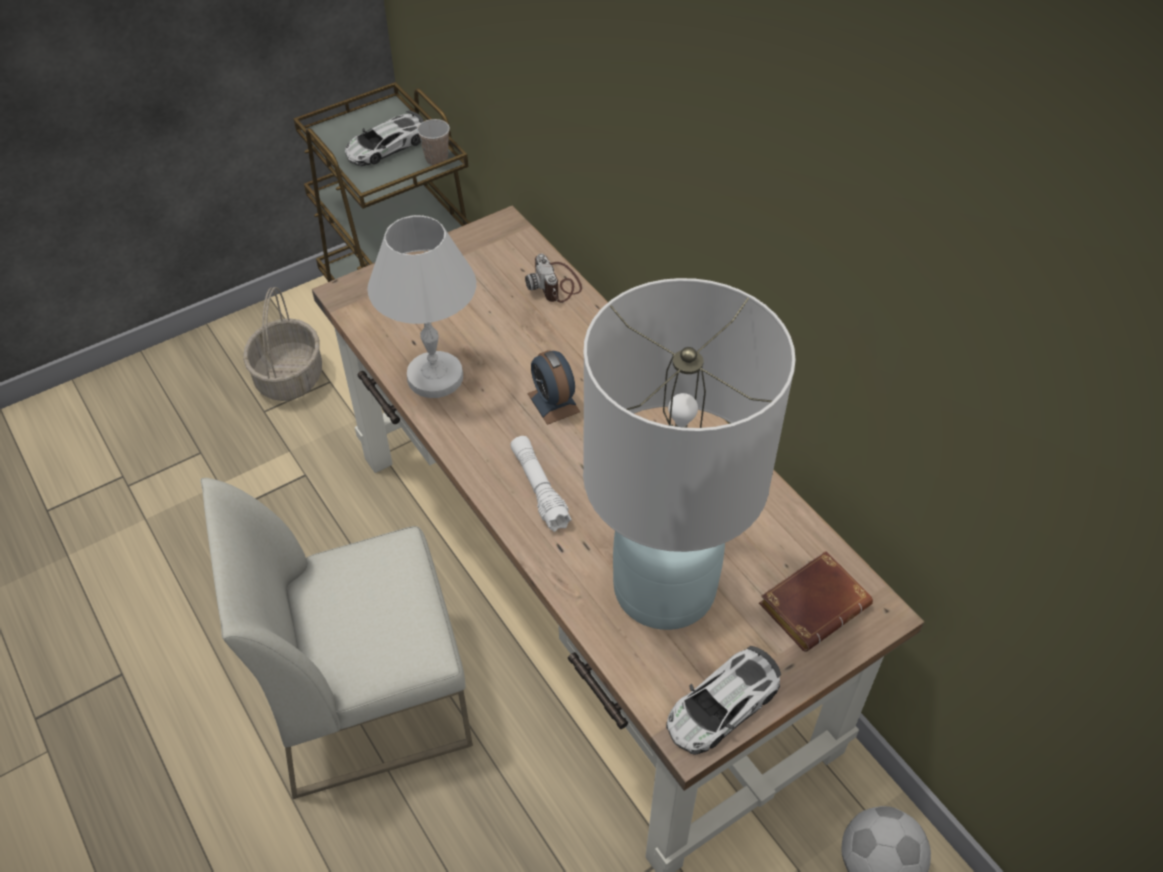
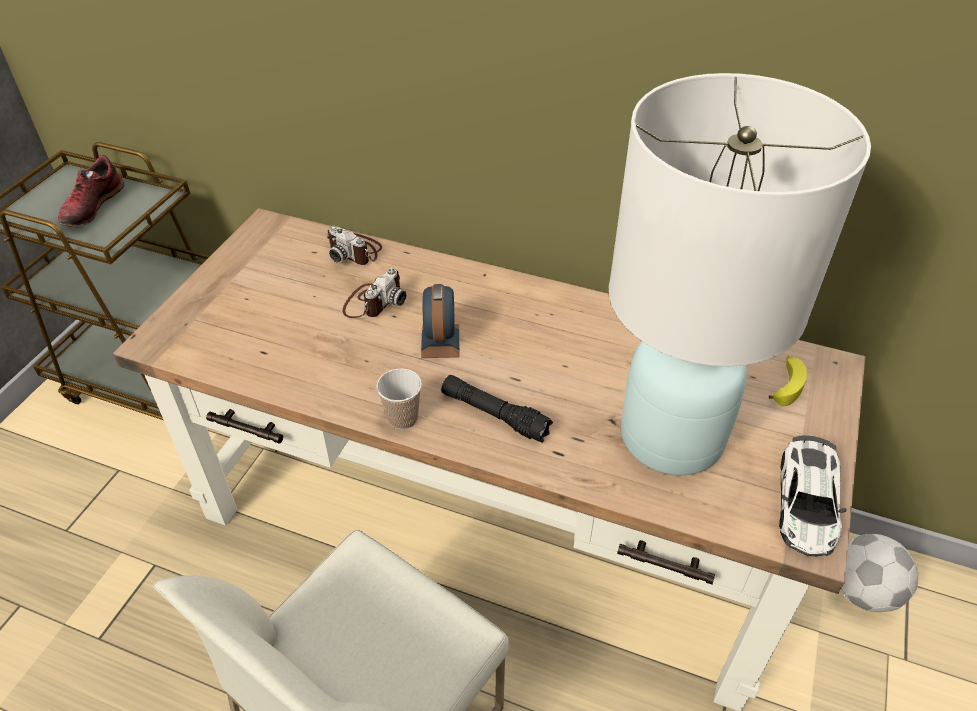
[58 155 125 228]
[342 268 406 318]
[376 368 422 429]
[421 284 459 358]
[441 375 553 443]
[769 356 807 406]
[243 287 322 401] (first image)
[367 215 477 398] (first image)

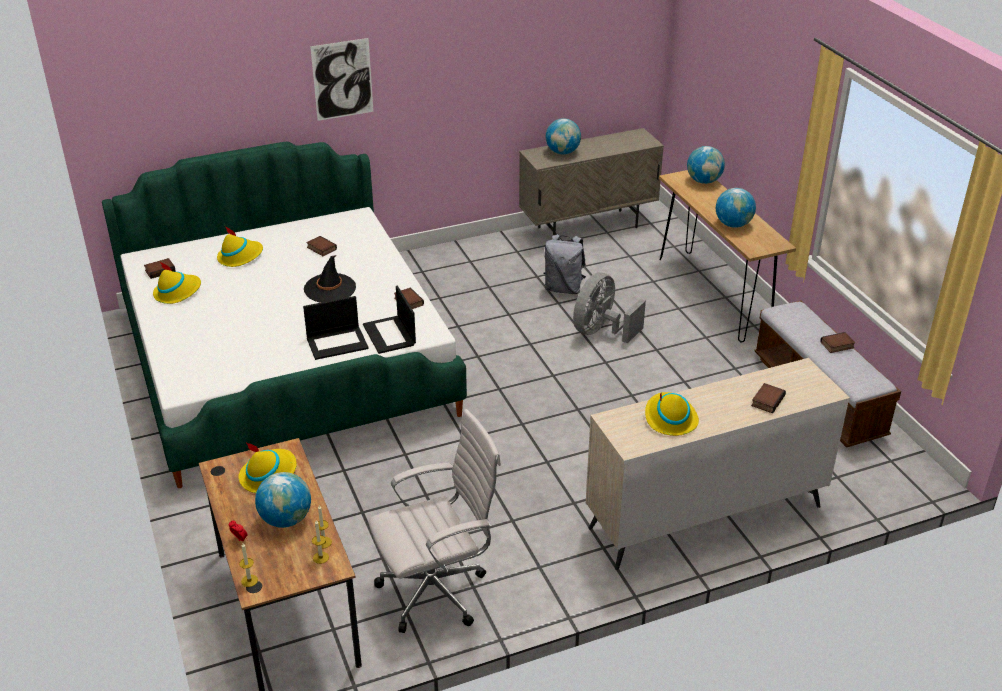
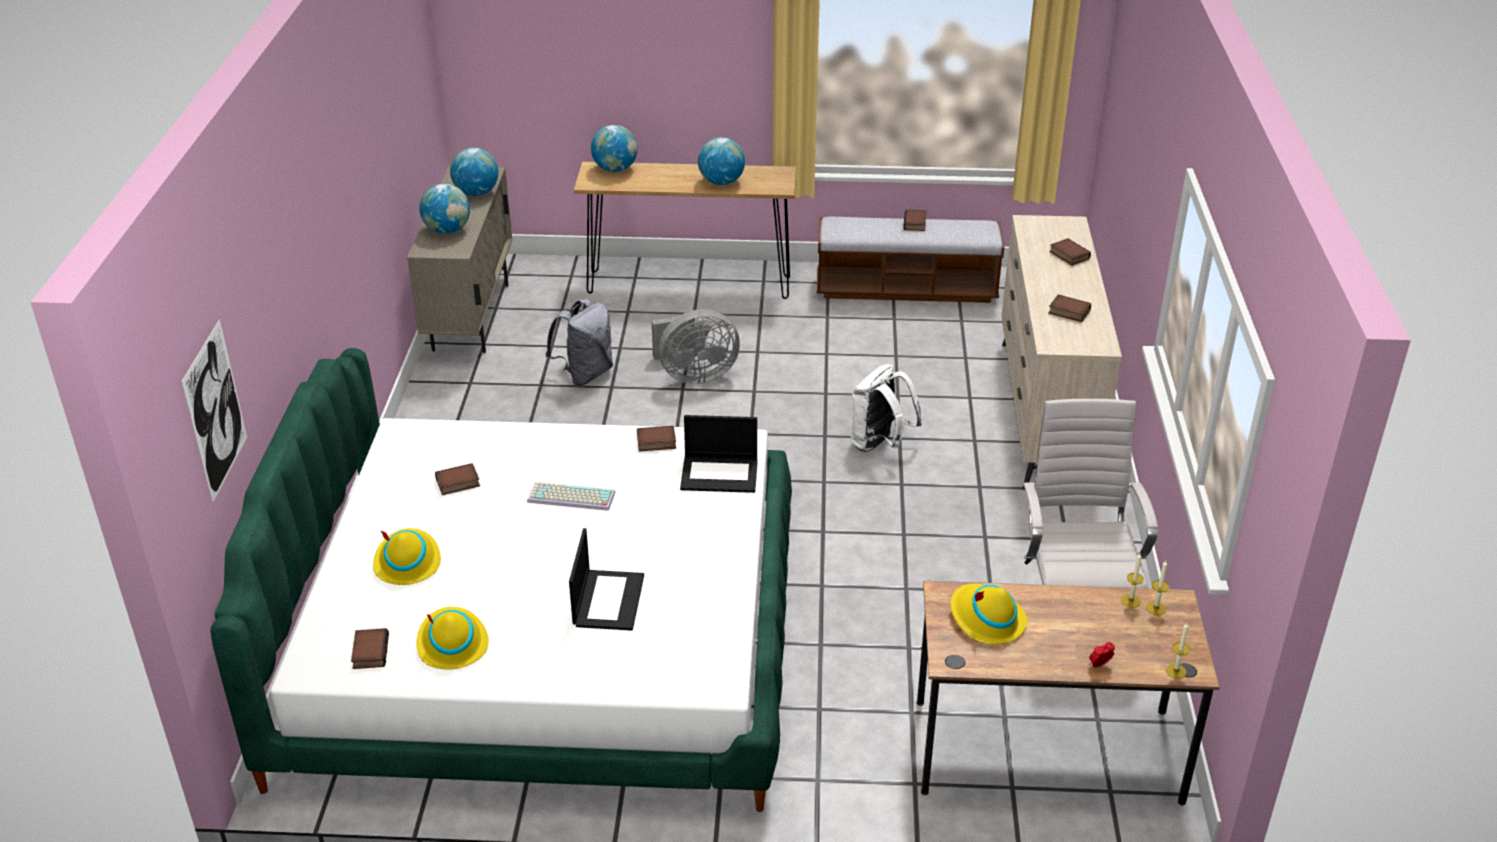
[181 319 247 503]
[450 148 499 196]
[527 482 615 511]
[569 528 644 631]
[651 309 740 384]
[851 364 922 452]
[1048 294 1091 322]

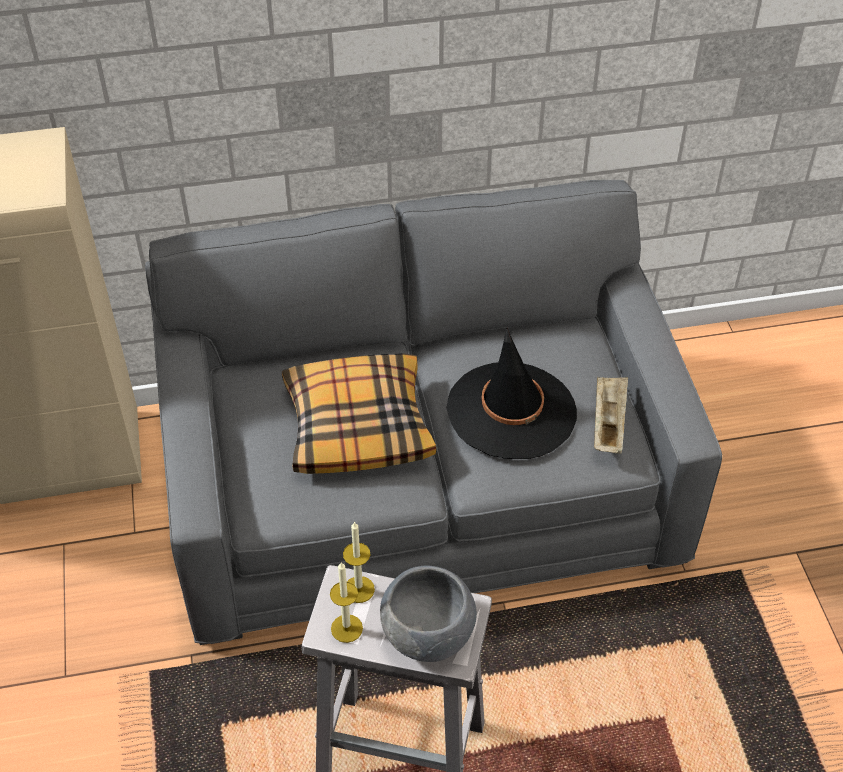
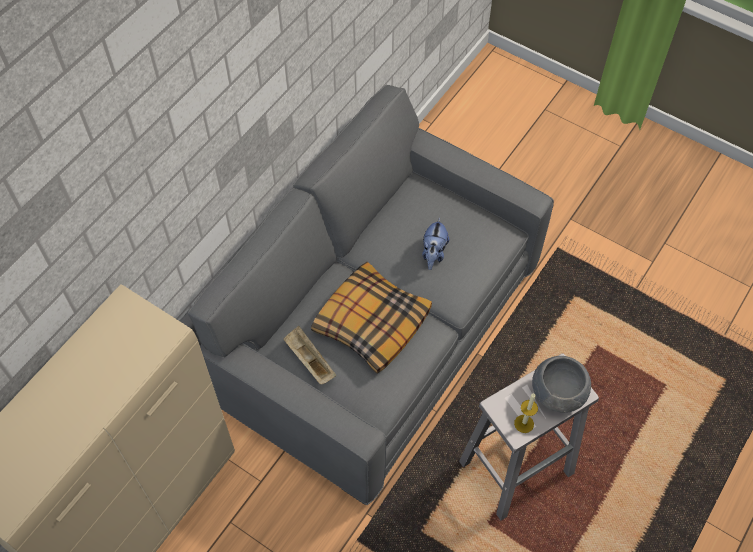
[283 326 337 384]
[422 217 449 270]
[343 521 375 603] (first image)

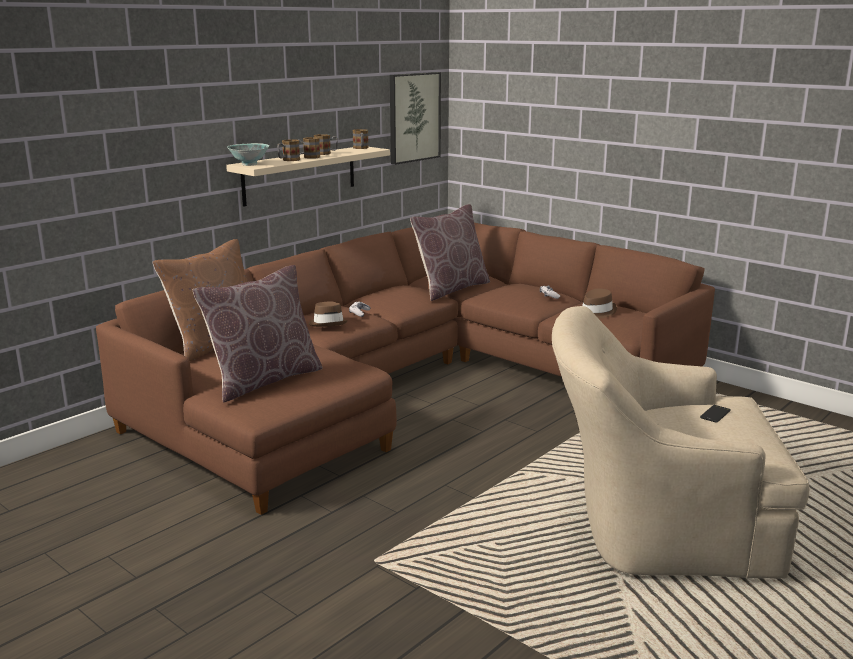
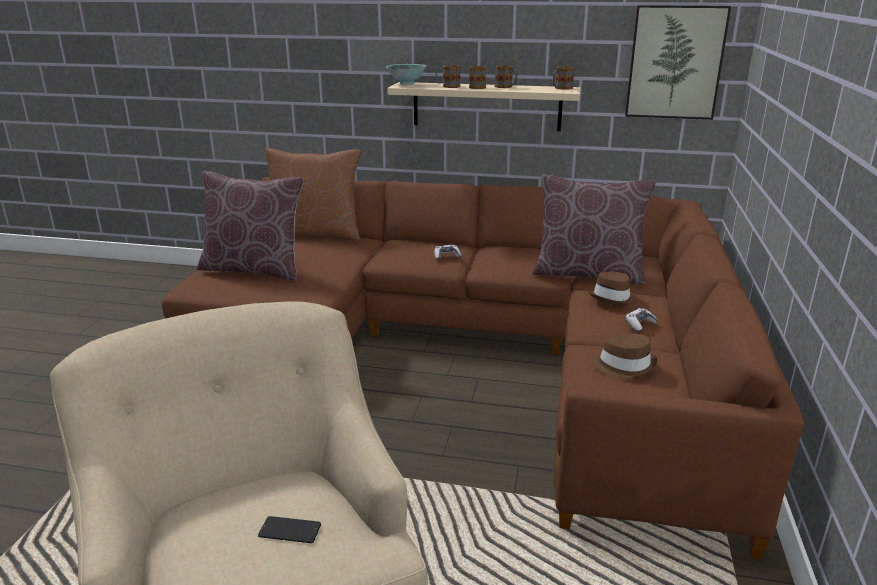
[588 272 636 305]

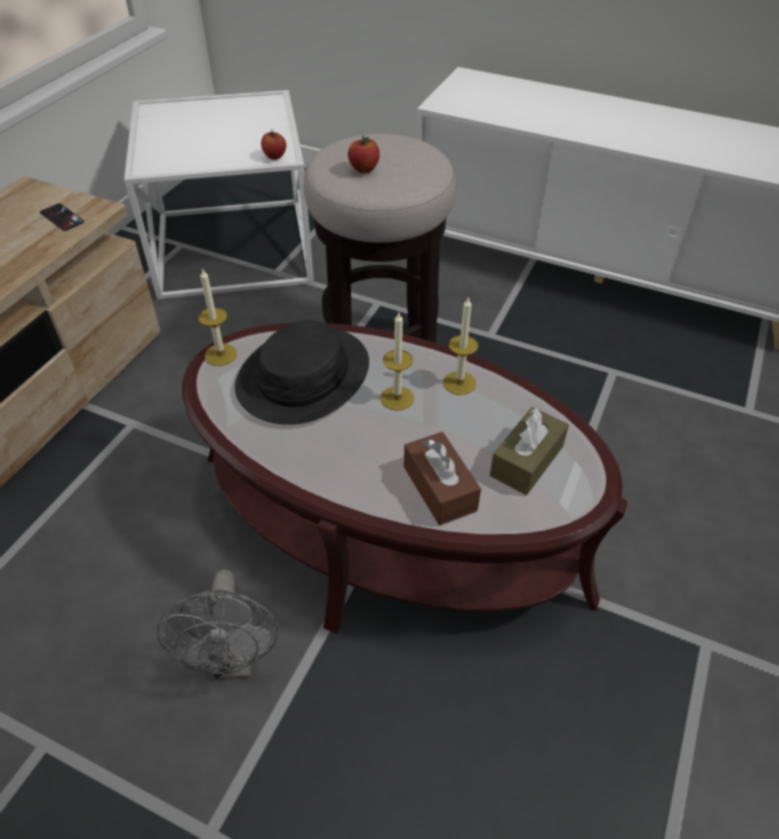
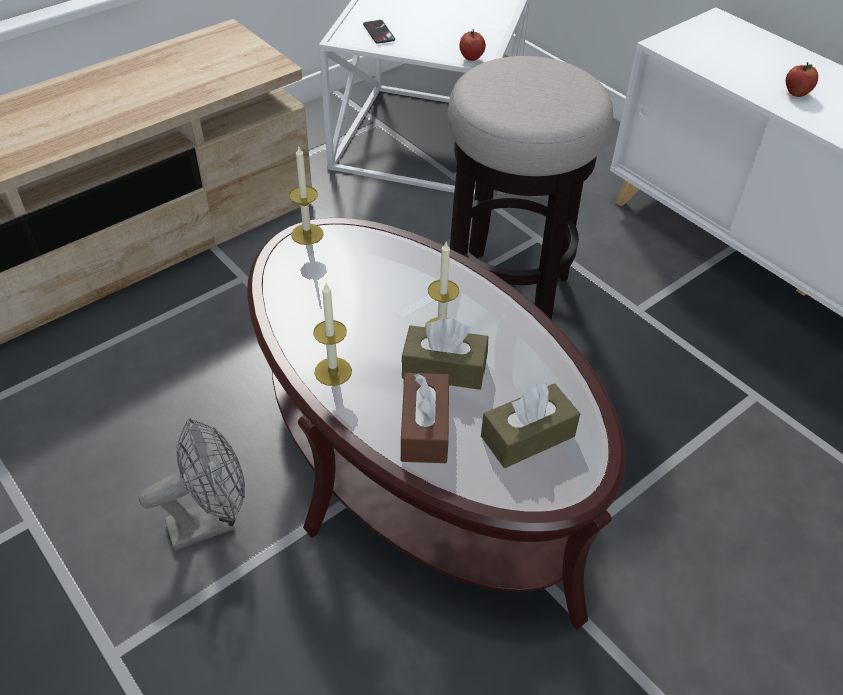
[139 418 245 550]
[313 283 352 386]
[363 20 395 44]
[402 319 488 390]
[786 62 818 97]
[235 320 369 425] (first image)

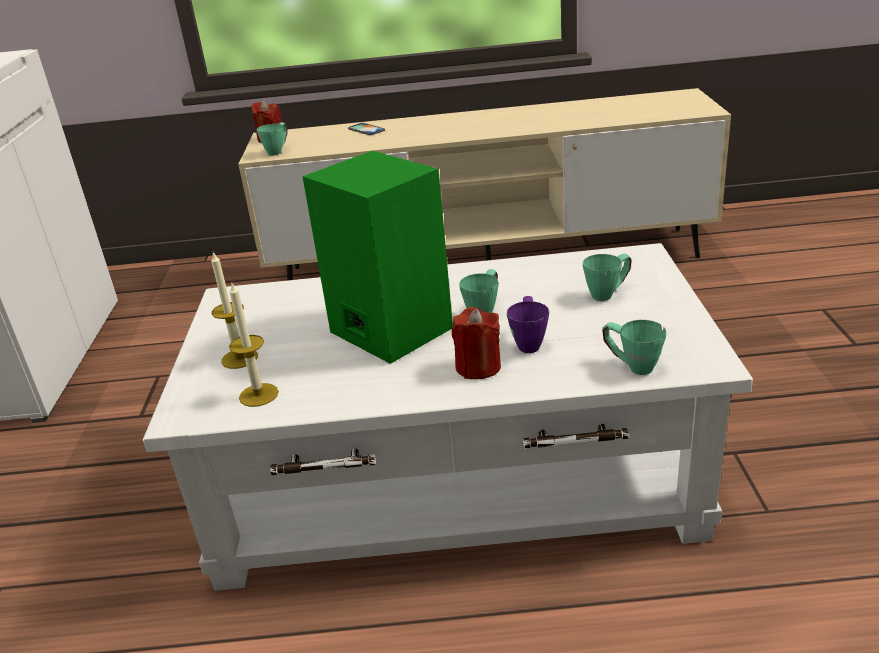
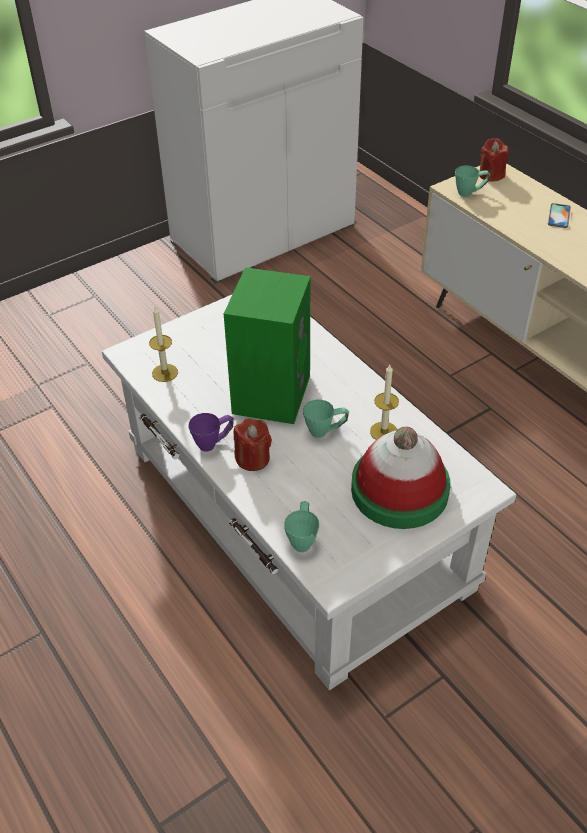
[188 413 234 452]
[351 426 450 529]
[370 365 399 440]

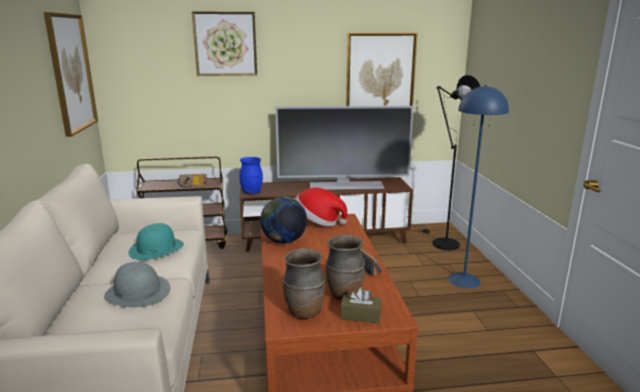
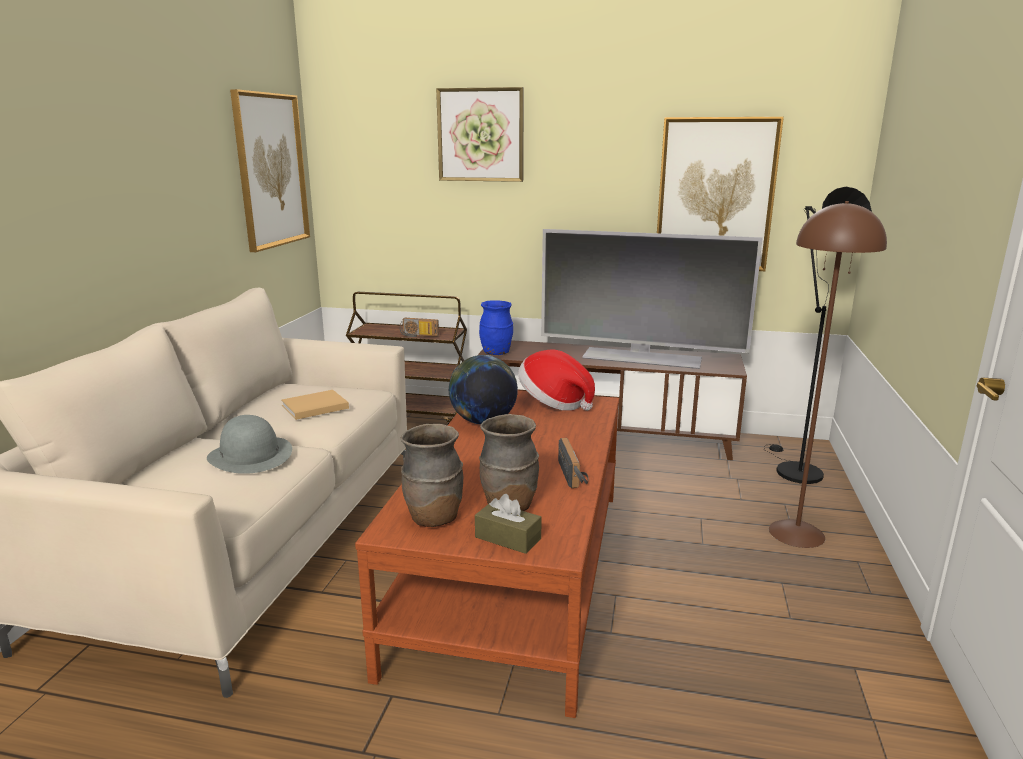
[281 390 349 420]
[769 201 887 548]

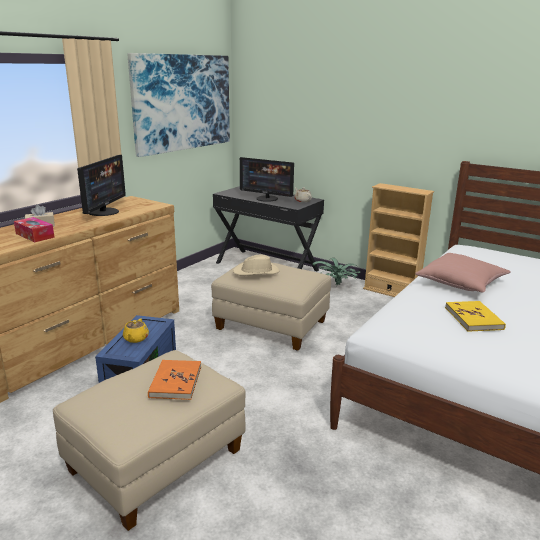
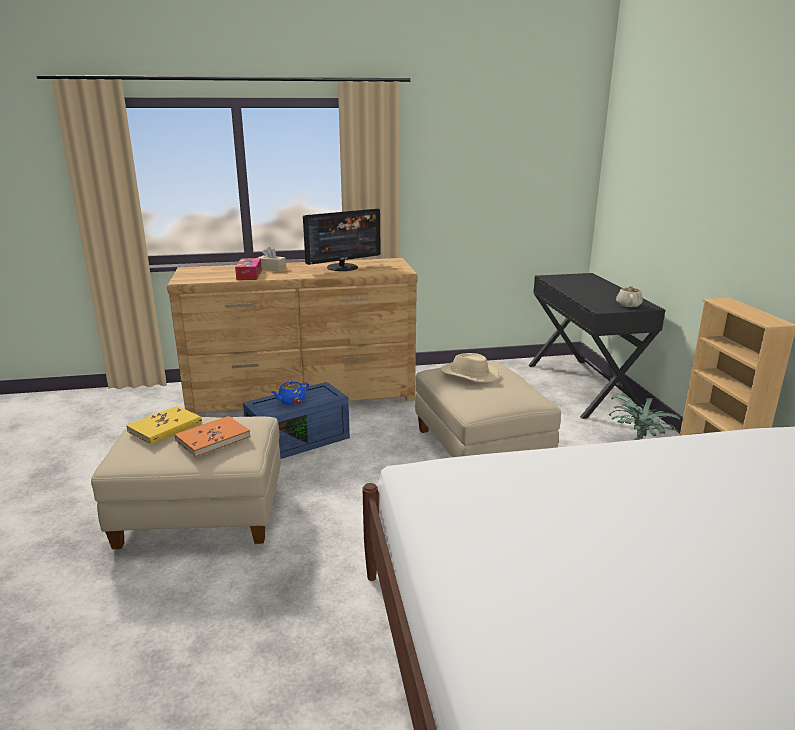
[126 406 202 445]
[271 381 309 405]
[127 53 230 157] (first image)
[240 157 294 202] (first image)
[415 253 510 293] (first image)

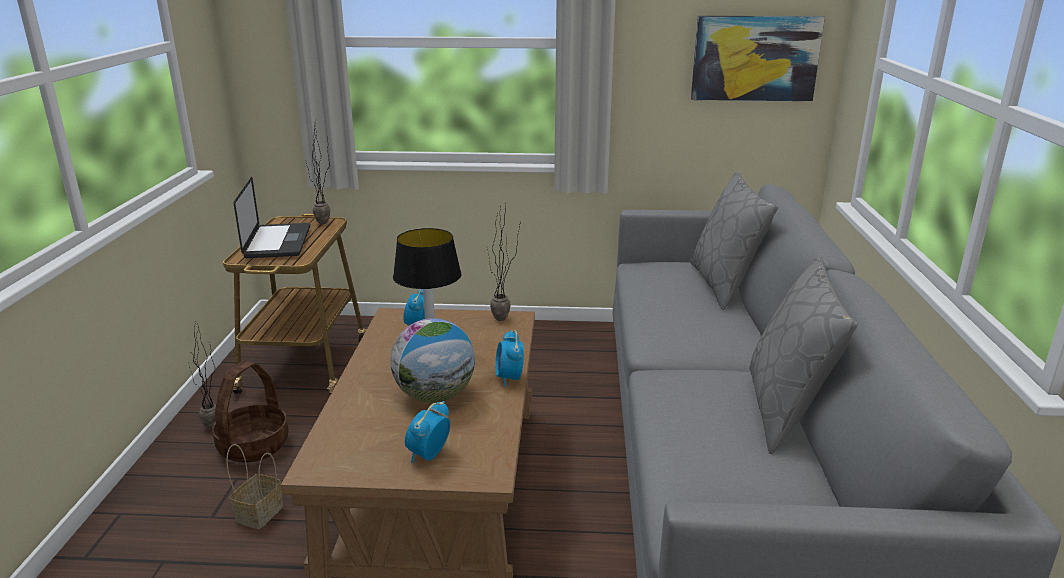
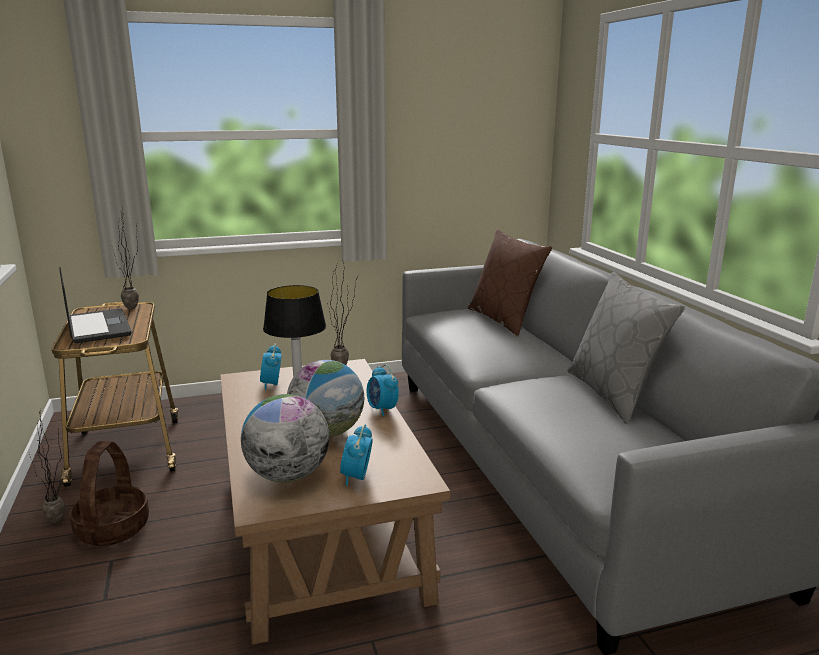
[241 394 329 482]
[468 229 552 336]
[226 444 283 529] (first image)
[691 16 825 101] (first image)

